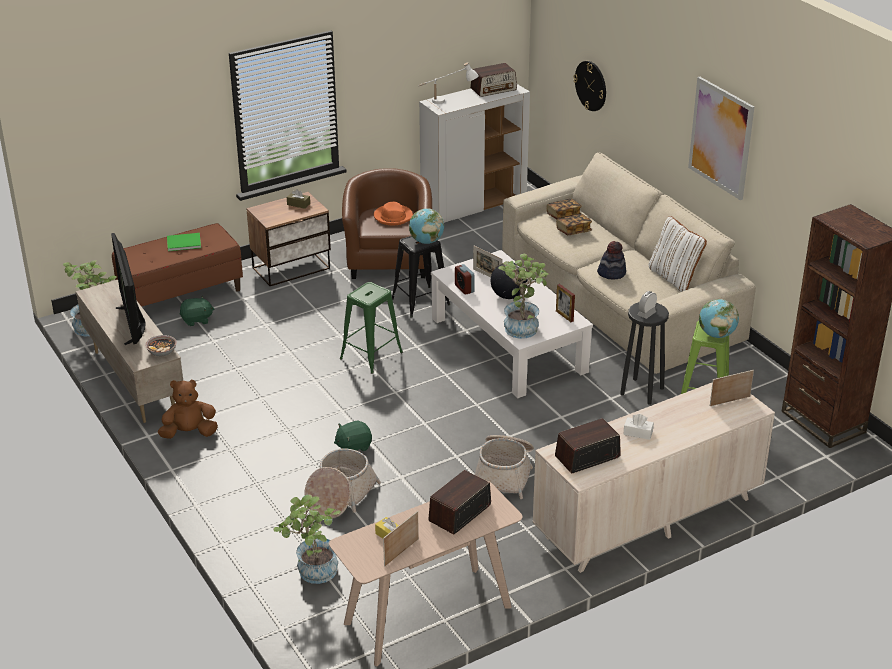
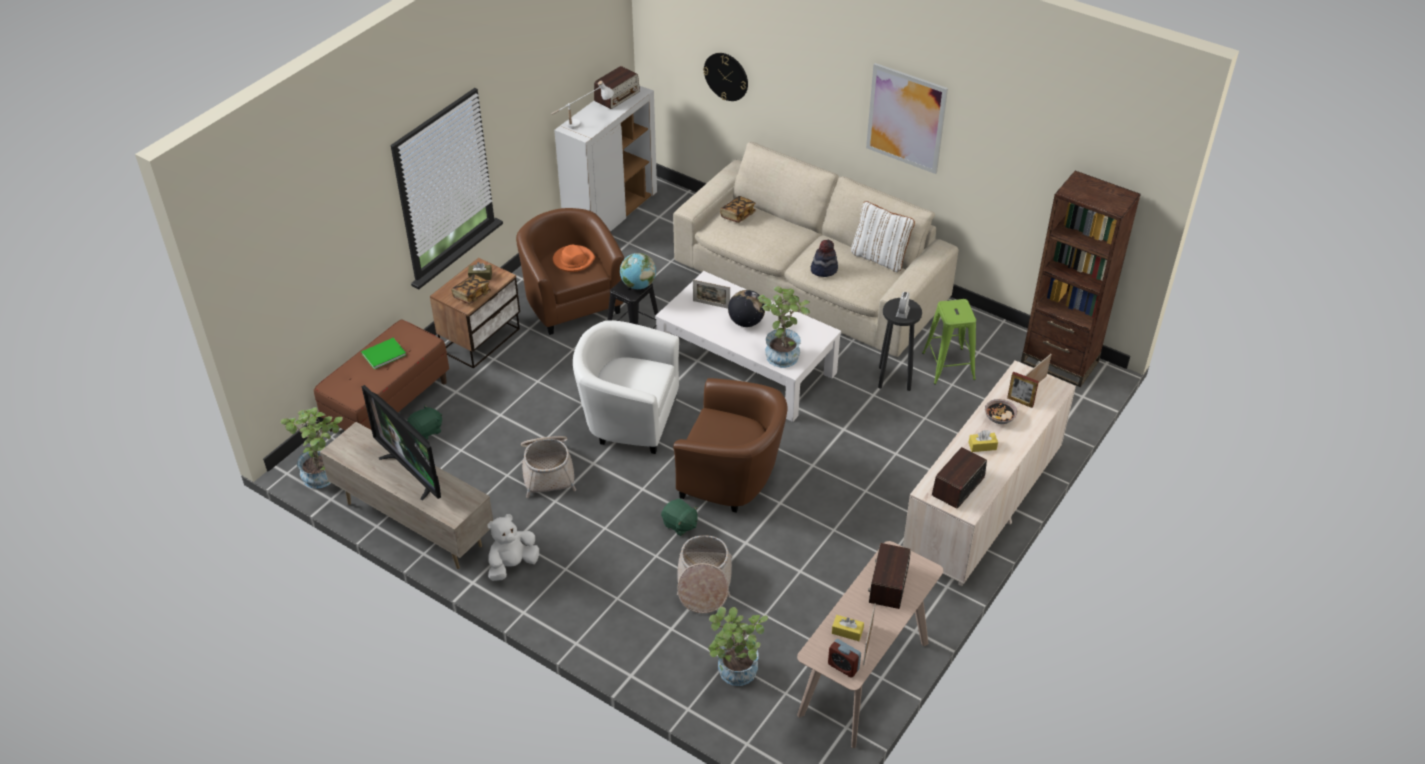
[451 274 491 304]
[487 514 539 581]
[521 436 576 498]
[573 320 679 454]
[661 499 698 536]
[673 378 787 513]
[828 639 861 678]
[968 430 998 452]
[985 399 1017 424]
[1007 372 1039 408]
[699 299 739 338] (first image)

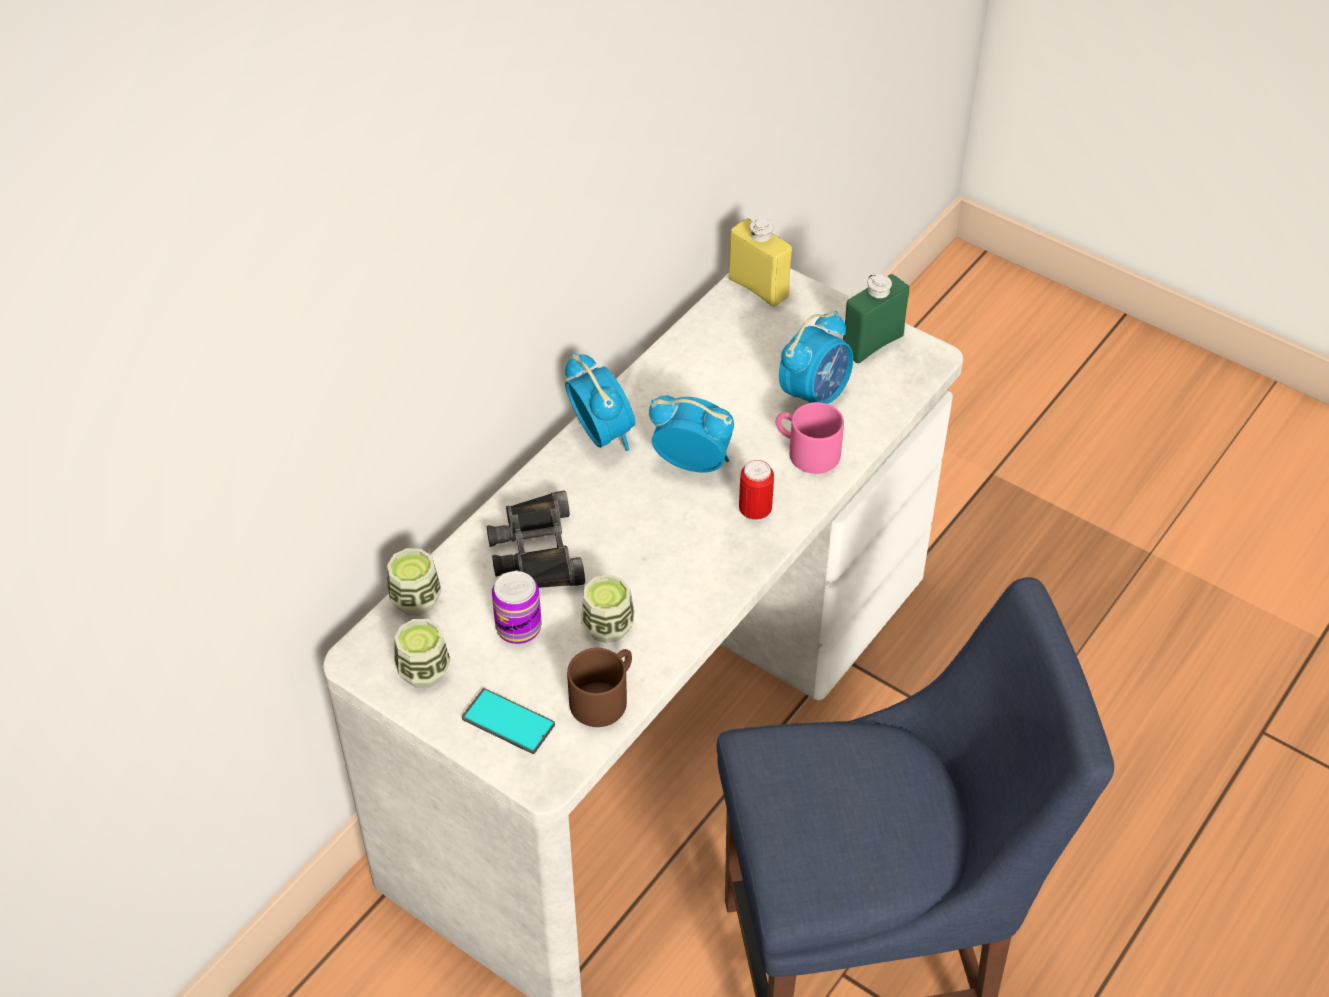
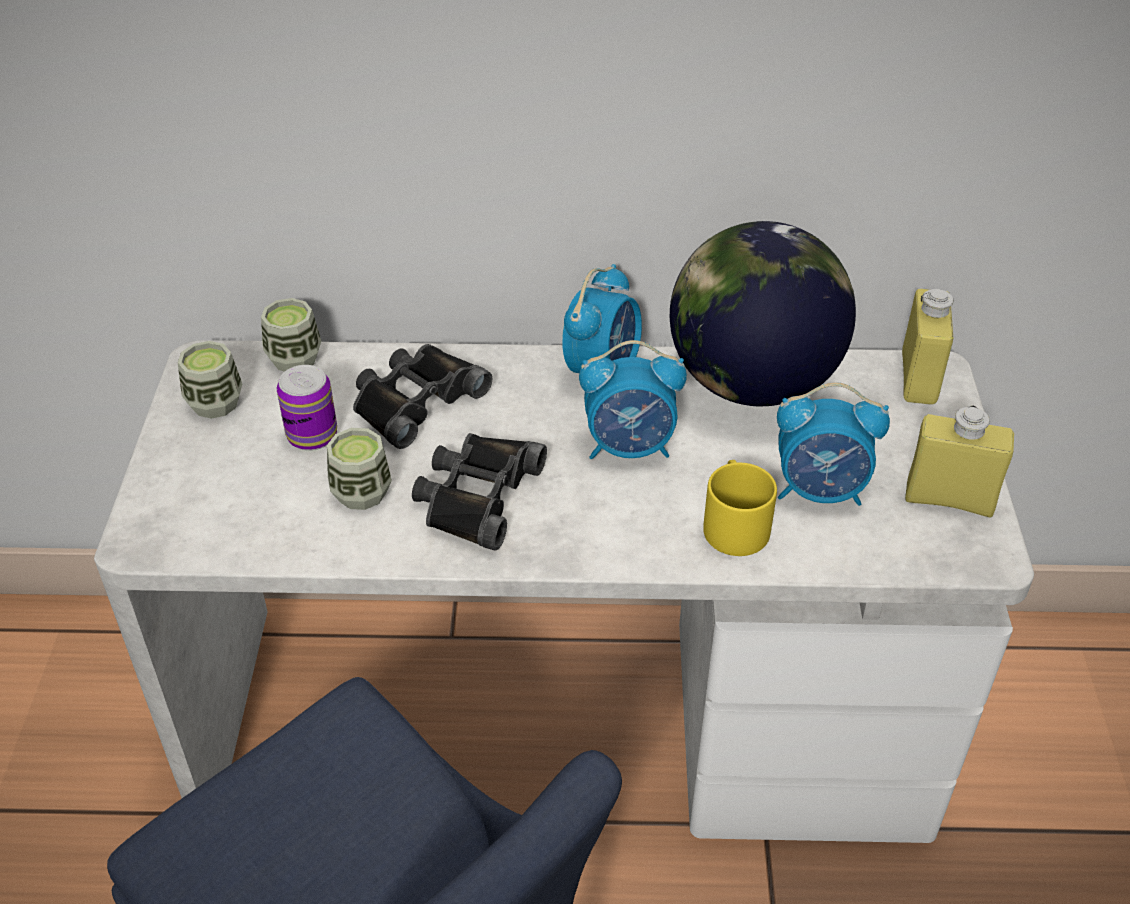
[412 433 547 550]
[579 340 687 459]
[670 221 856 406]
[703 460 777 556]
[905 406 1014 517]
[462 688 555 754] (first image)
[567 648 632 727] (first image)
[739 460 774 521] (first image)

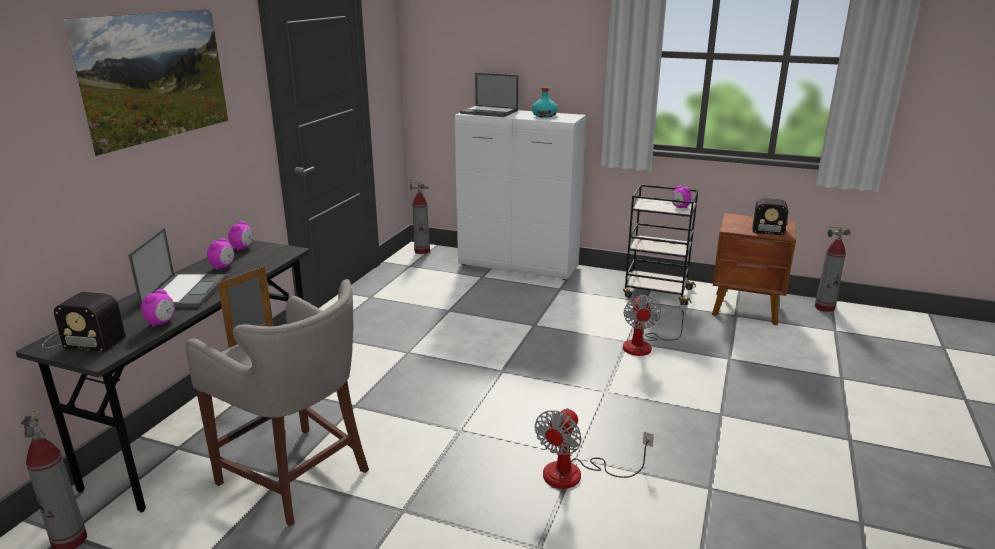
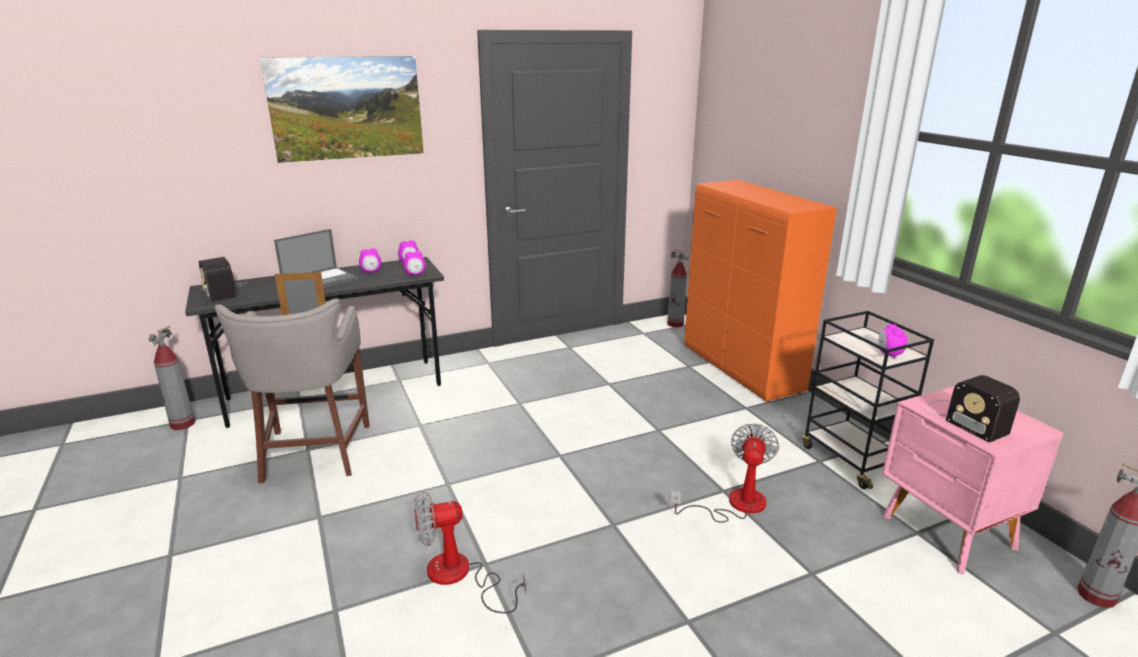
[403 251 426 276]
[670 423 779 523]
[684 180 837 402]
[882 386 1063 575]
[460 73 518 117] (first image)
[532 87 558 118] (first image)

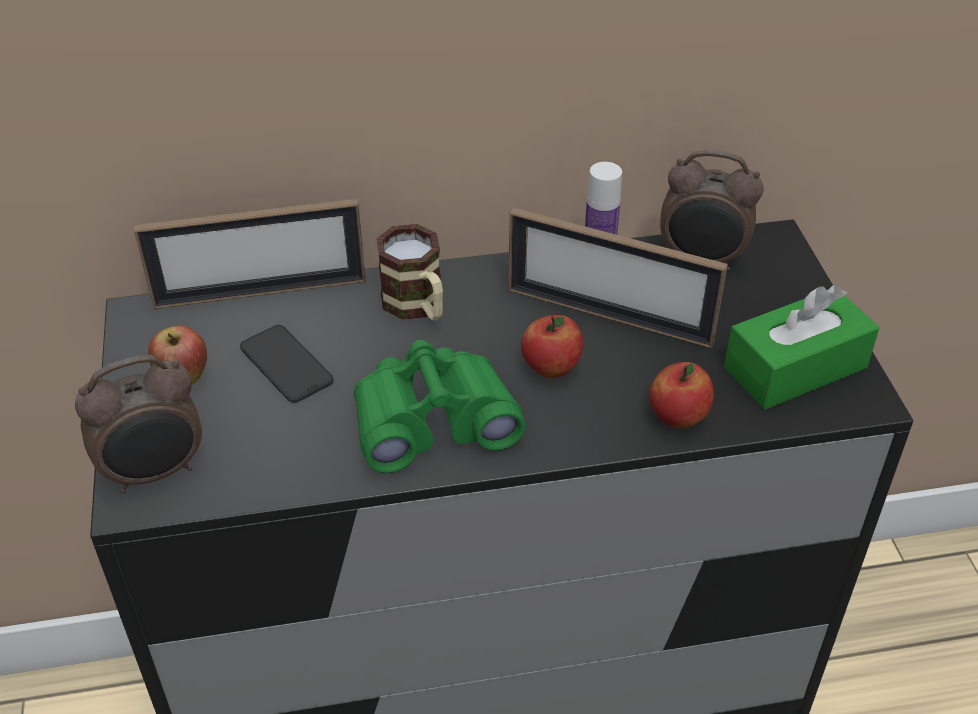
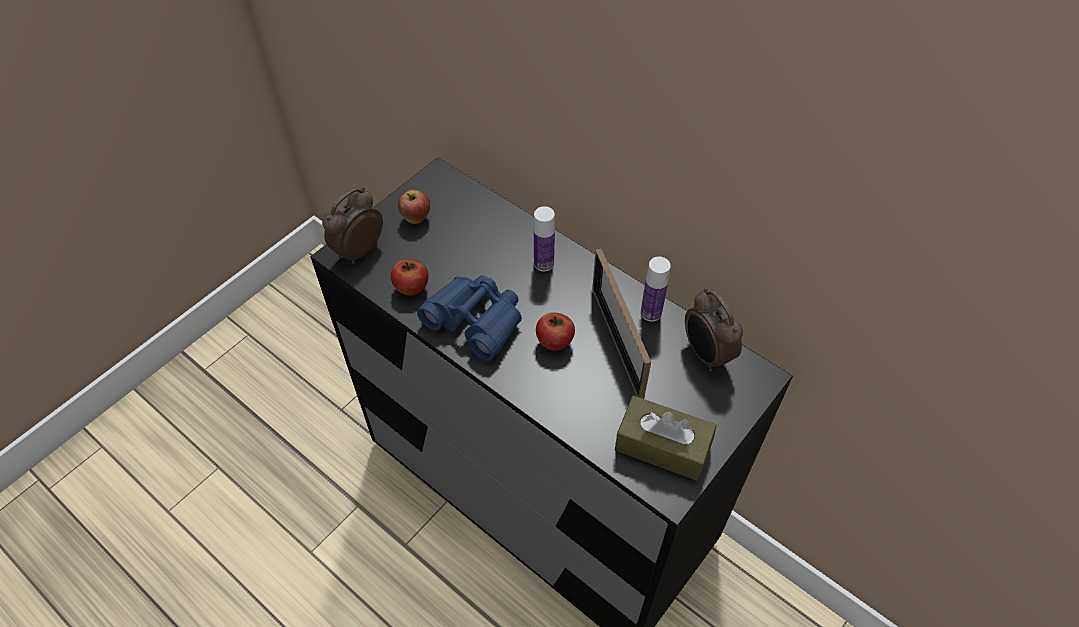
[322 187 383 264]
[391 259 428 296]
[417 275 522 361]
[534 206 555 271]
[615 395 717 481]
[134 199 366 309] (first image)
[240 325 334 403] (first image)

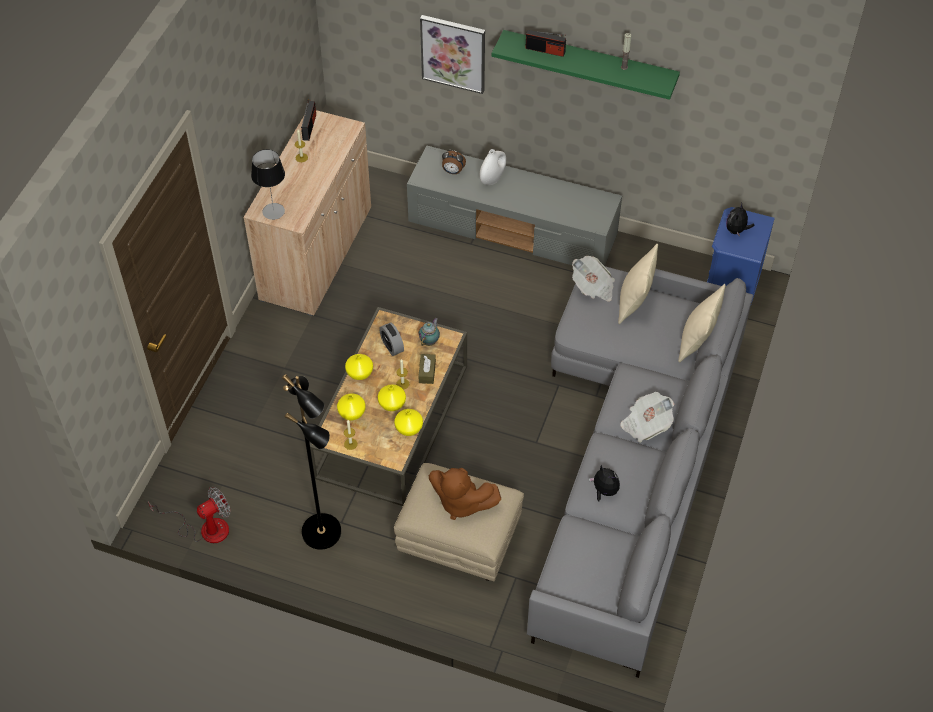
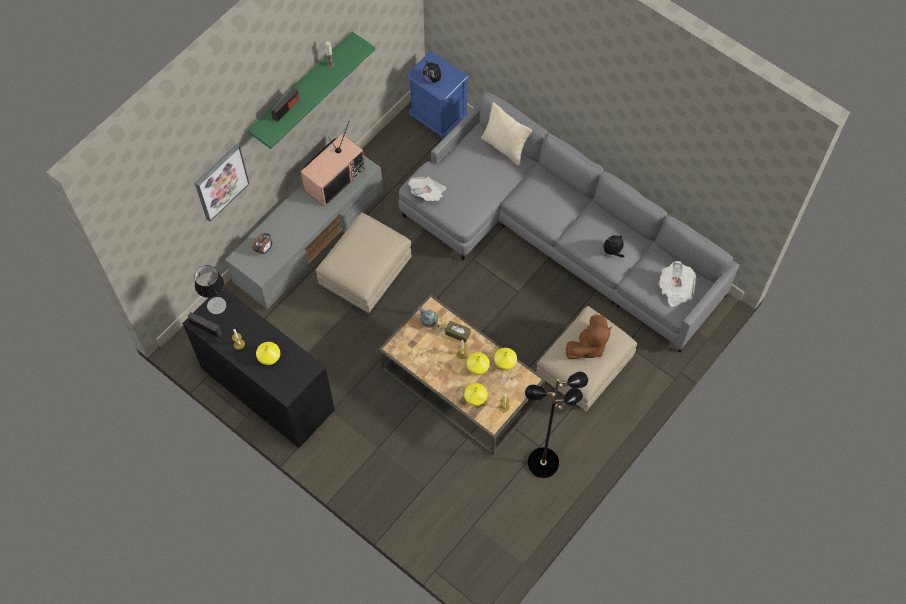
[182 287 335 448]
[194 265 226 314]
[256 342 280 365]
[301 121 365 207]
[316 212 412 313]
[659 261 696 307]
[148 487 231 543] (first image)
[379 322 404 356] (first image)
[480 149 506 185] (first image)
[618 244 658 324] (first image)

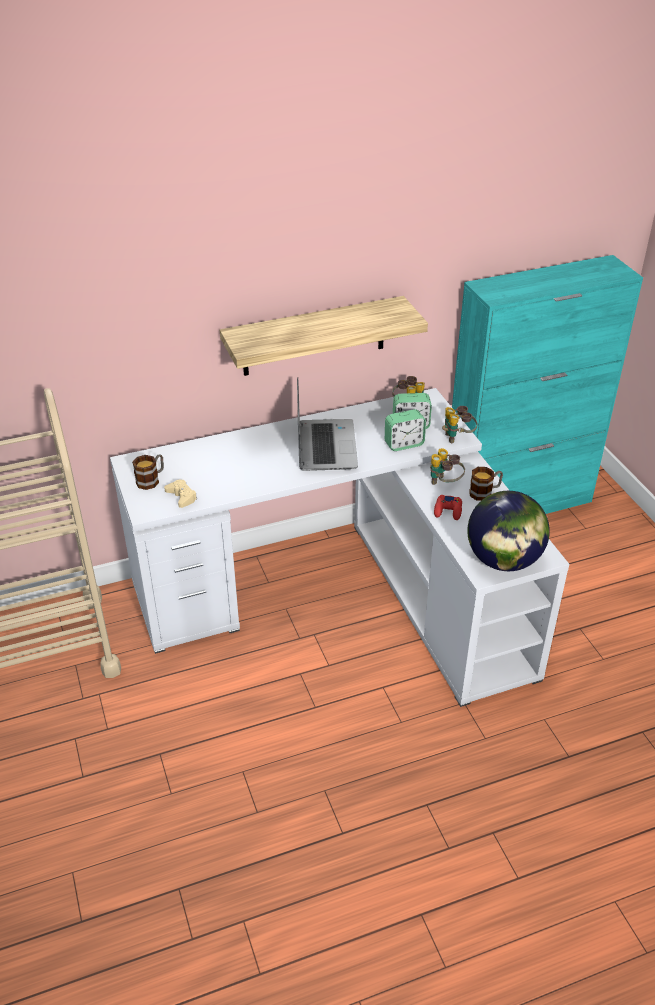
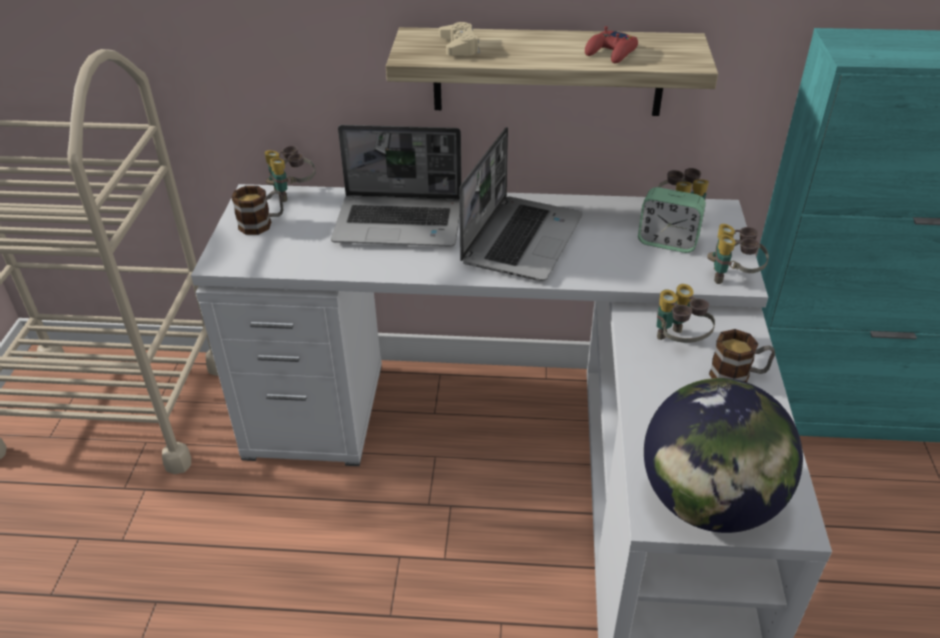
[264 146 316 202]
[331 125 462 247]
[439 22 480 56]
[585 26 638 63]
[385 409 426 451] (first image)

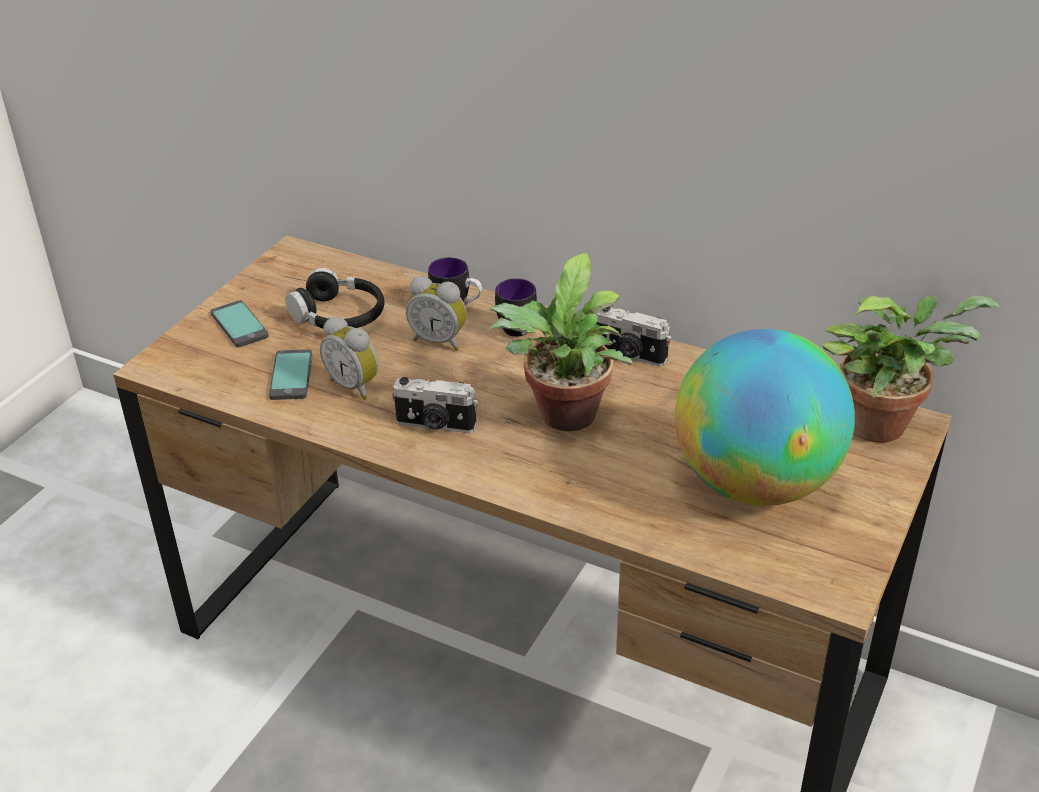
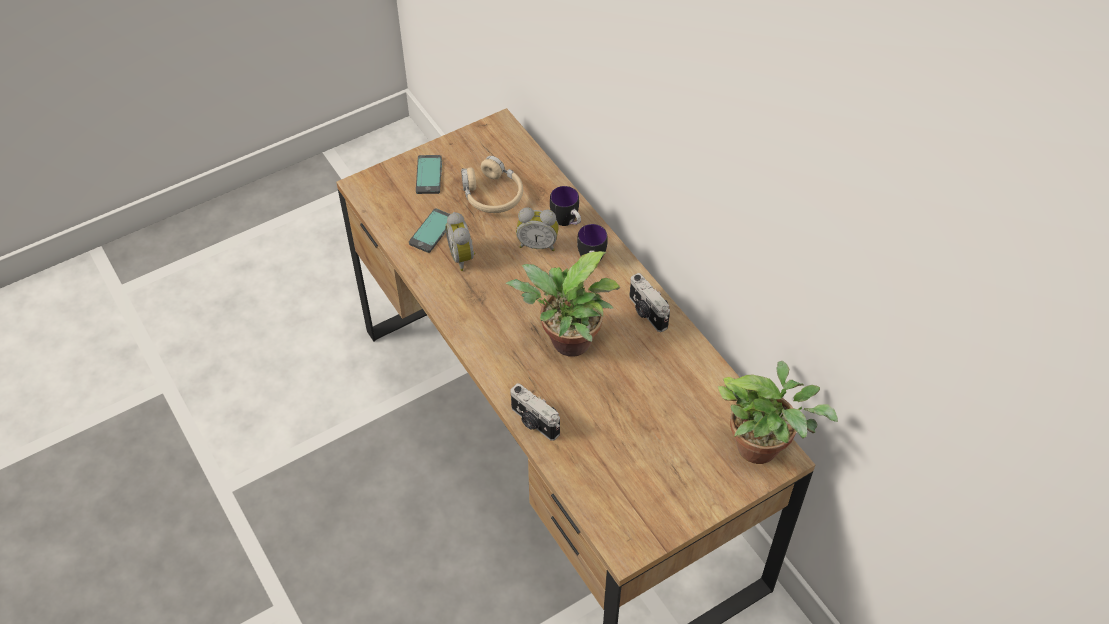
[461 156 523 213]
[510 383 560 441]
[516 207 559 251]
[675 329 855 506] (first image)

